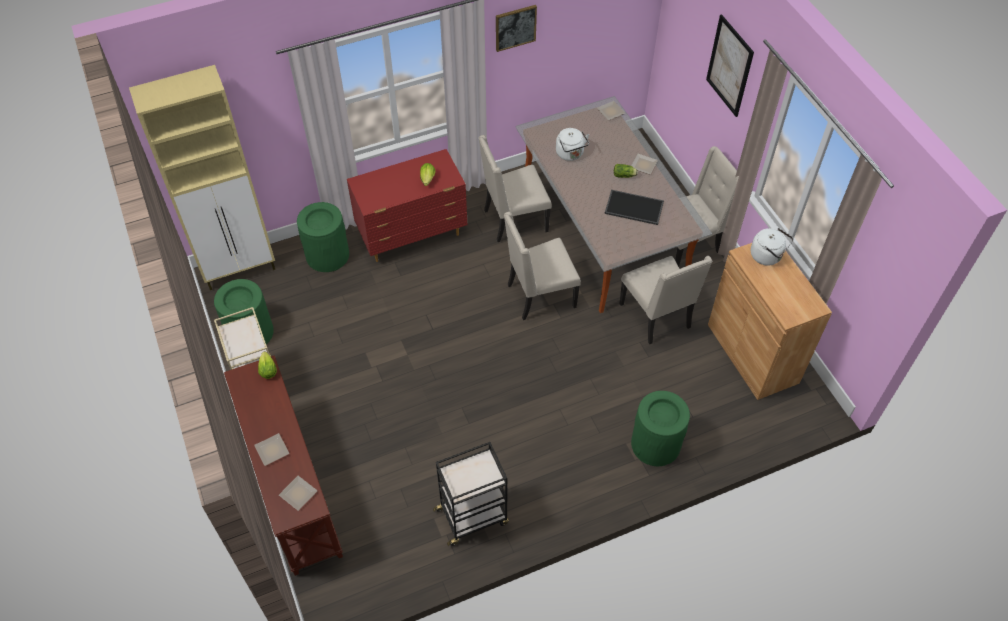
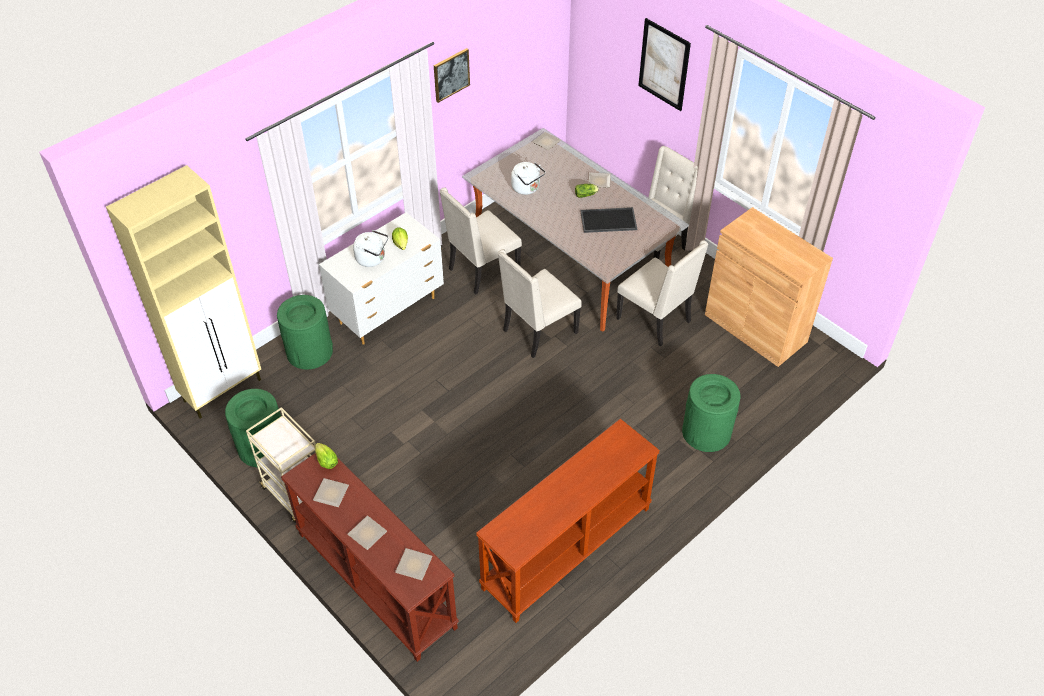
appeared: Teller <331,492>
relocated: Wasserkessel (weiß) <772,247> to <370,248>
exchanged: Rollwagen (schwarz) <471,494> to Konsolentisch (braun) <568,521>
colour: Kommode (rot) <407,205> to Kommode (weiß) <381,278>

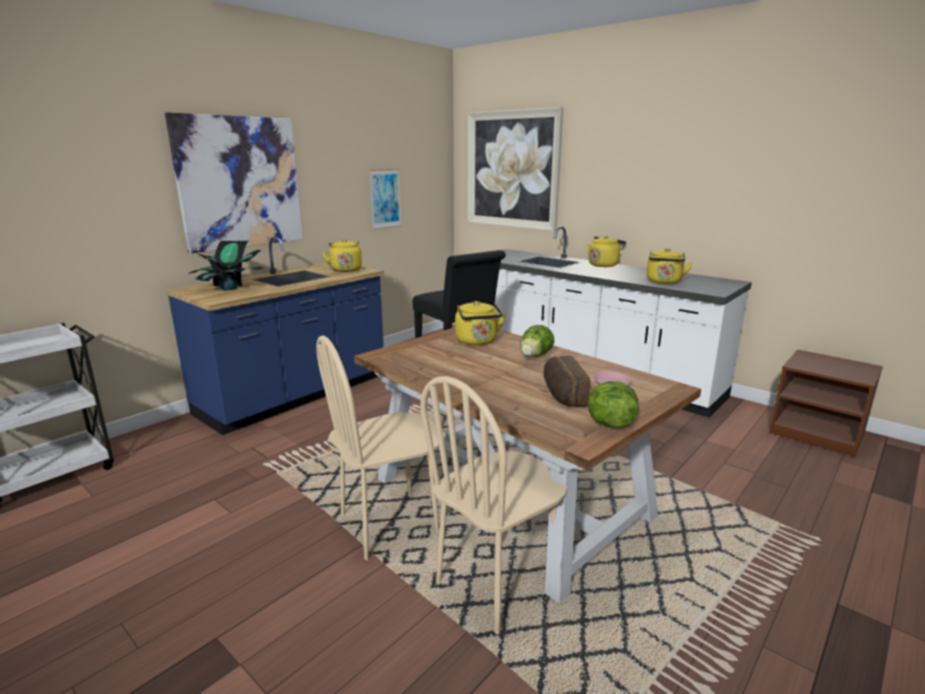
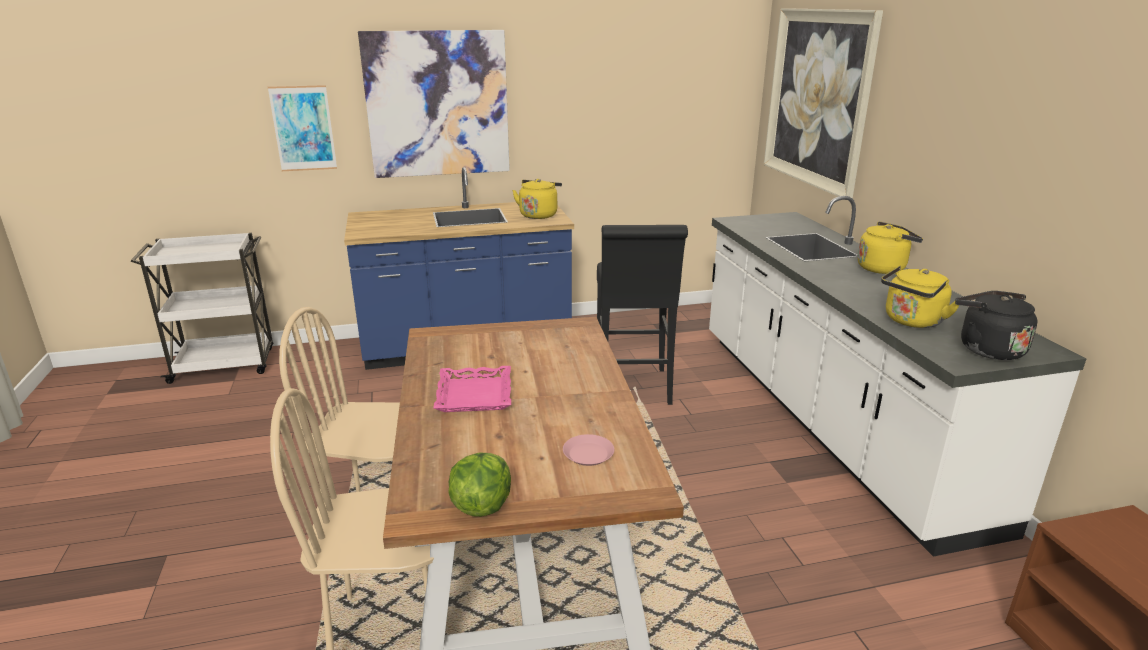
missing: Topfpflanze <226,265>; Wasserkessel (gelb) <480,323>; Salatkopf <537,341>; Brot <567,381>
appeared: Tablett (rosa) <472,389>; Wasserkessel (schwarz) <996,325>
relocated: Bild <385,199> to <302,128>

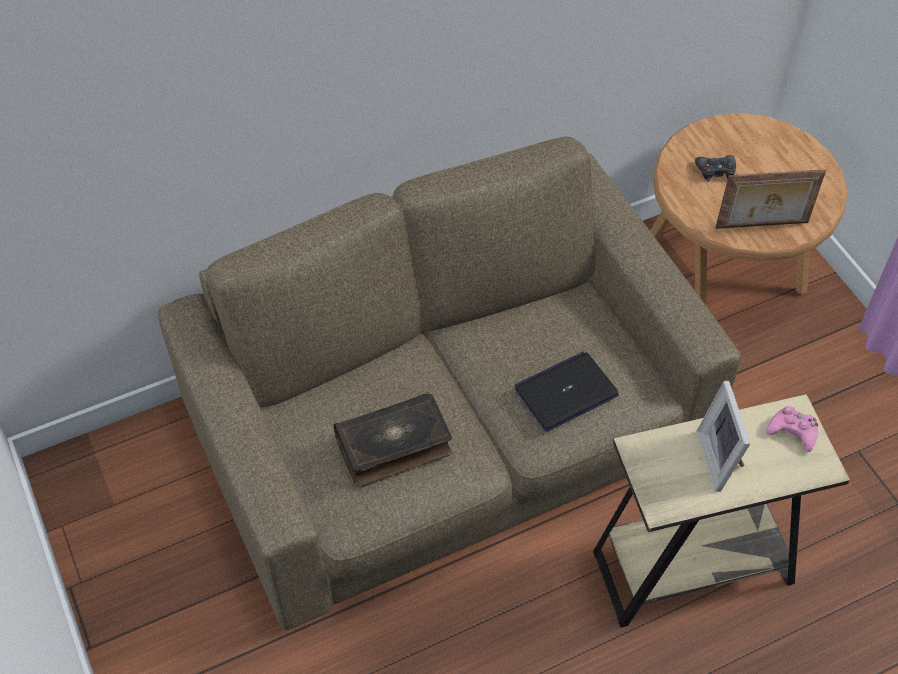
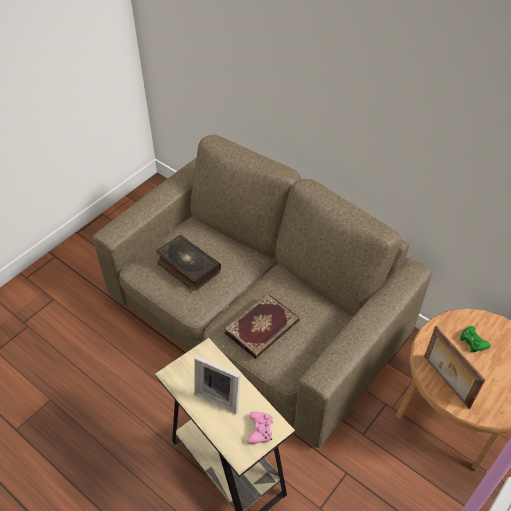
exchanged: Laptop <567,392> to Buch <261,326>
colour: Gamepad (schwarz) <715,168> to Gamepad (grün) <475,339>
spun: Bilderrahmen <723,436> = <217,384> 120 degrees counterclockwise

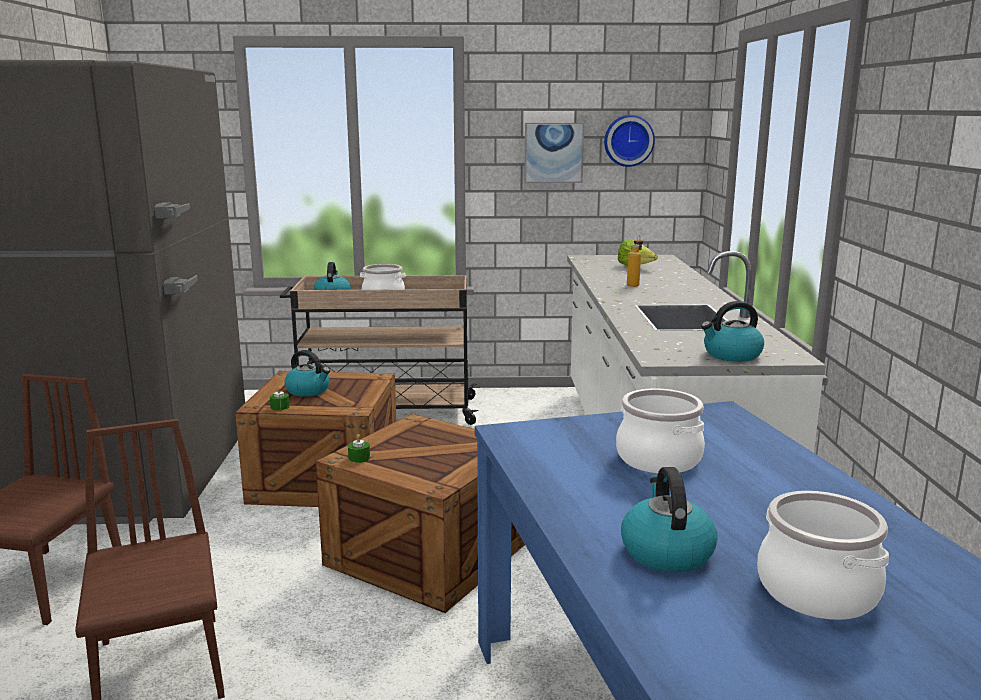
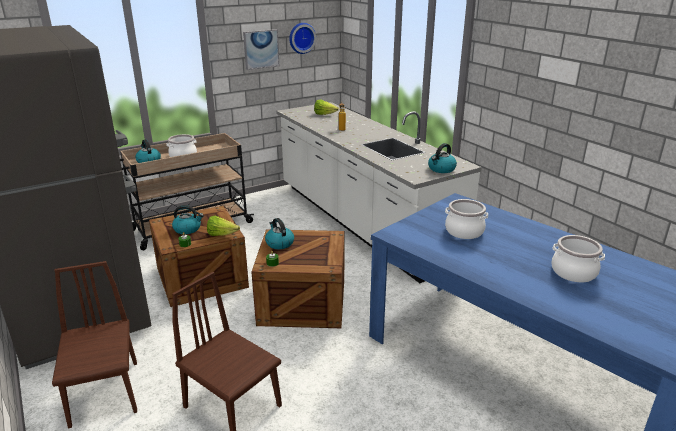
appeared: Salatkopf <223,226>
relocated: Wasserkessel <669,520> to <279,233>

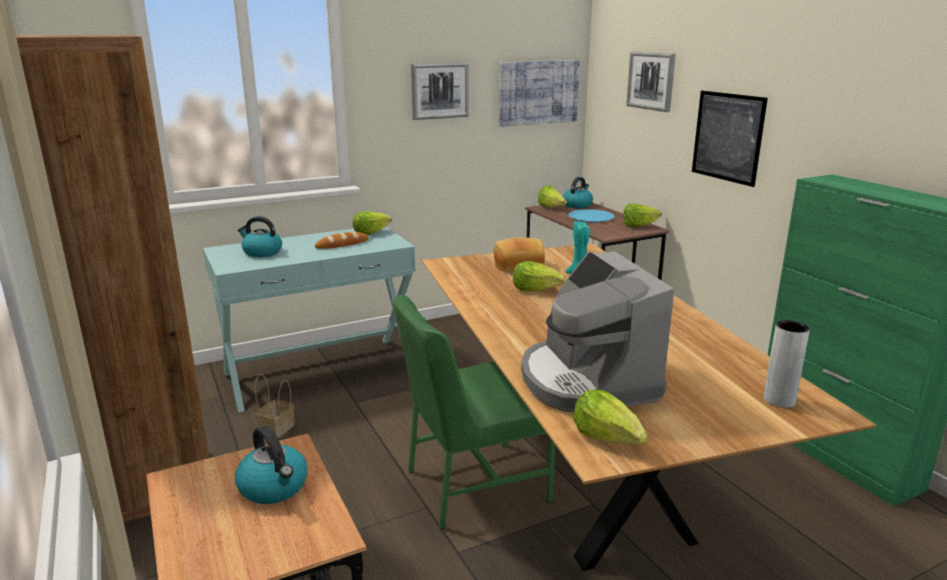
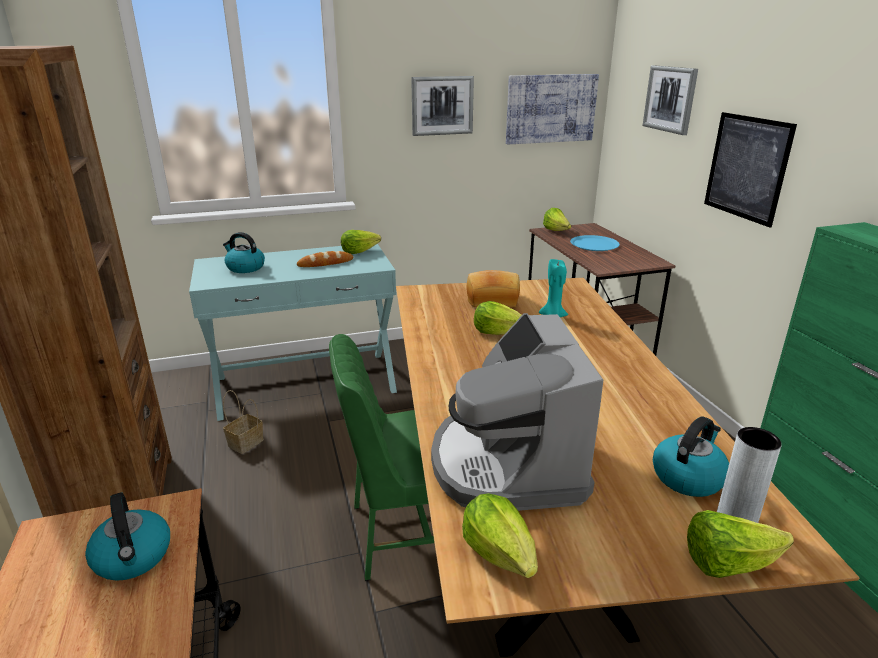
relocated: Wasserkessel <578,192> to <691,457>; Salatkopf <642,215> to <740,544>

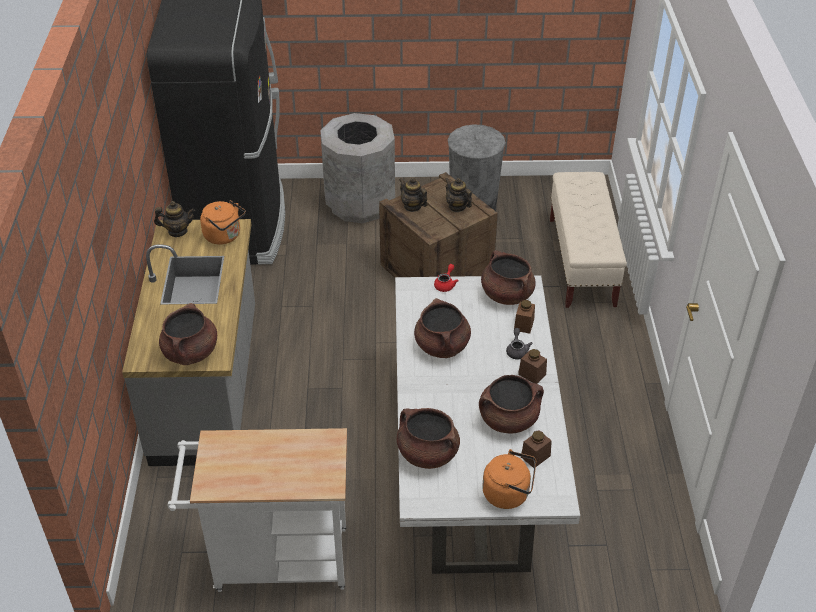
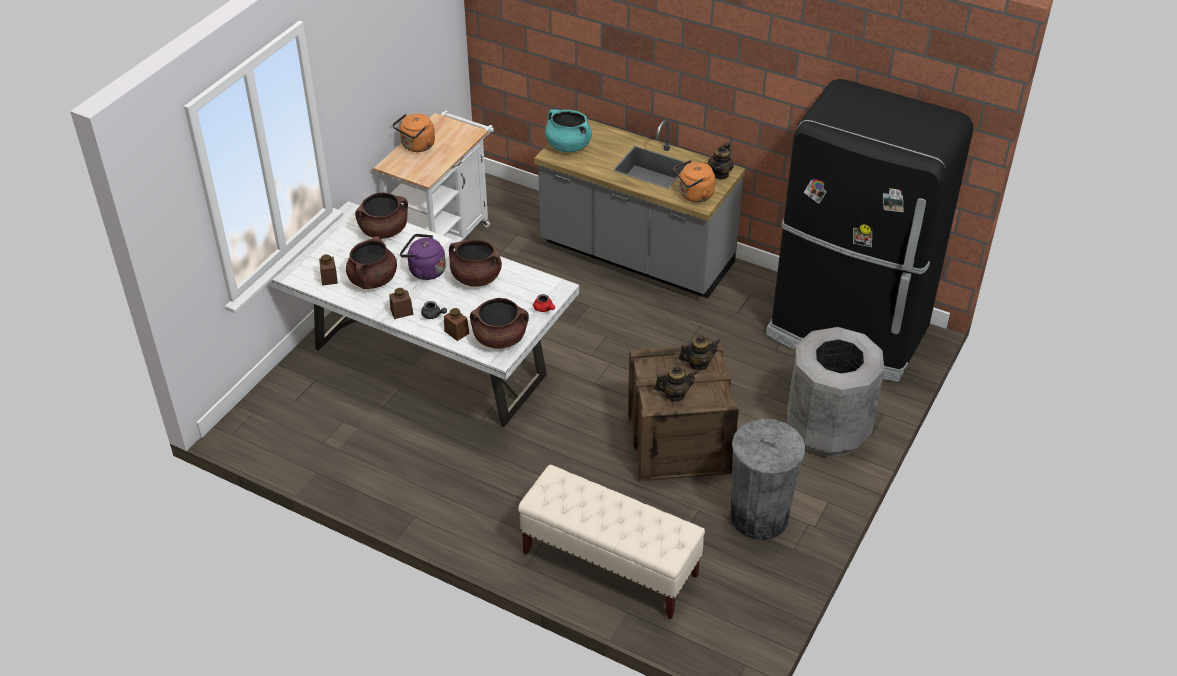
appeared: Wasserkessel (lila) <423,257>
relocated: Wasserkessel (orange) <509,479> to <413,133>
colour: Kochtopf (braun) <188,334> to Kochtopf (türkis) <568,130>

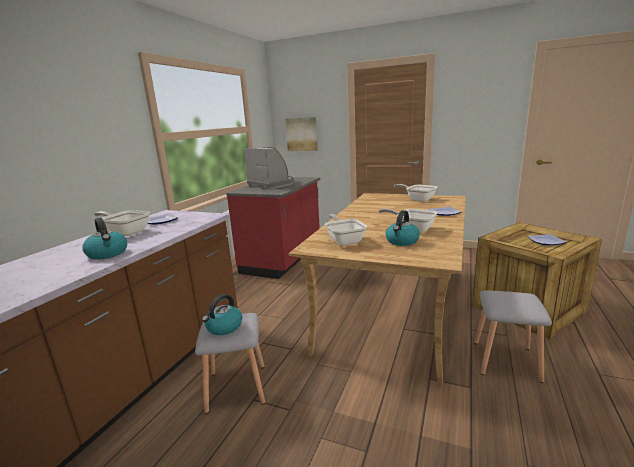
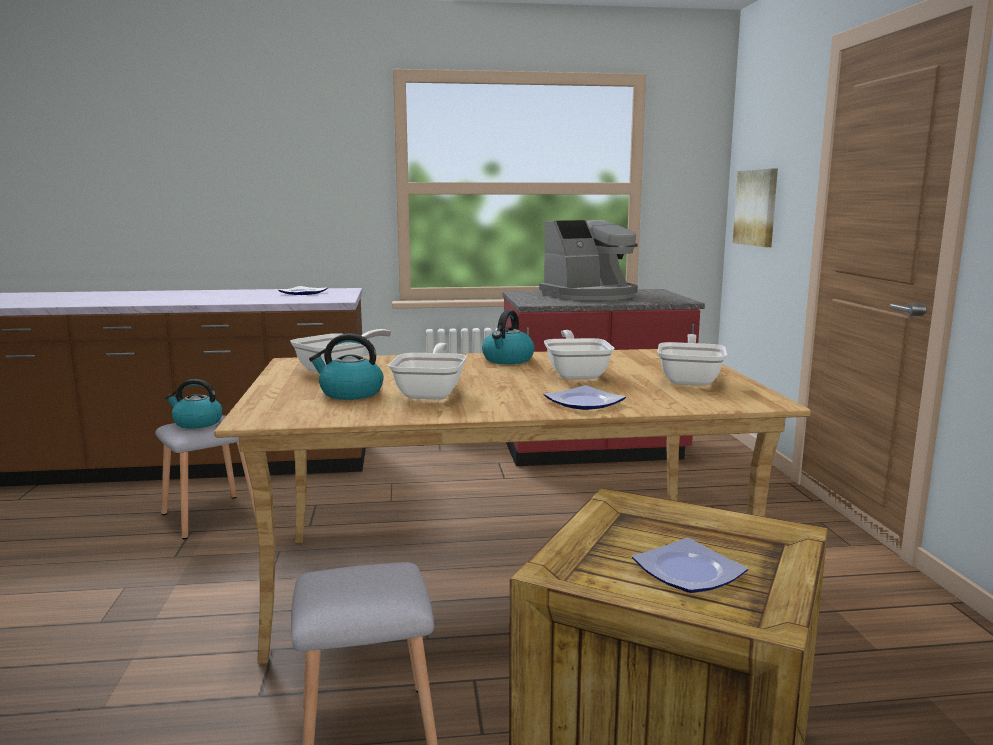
relocated: Wasserkessel <104,239> to <508,337>; Pfanne <122,223> to <579,355>
spun: Kaffeemaschine <269,168> = <588,260> 45 degrees clockwise

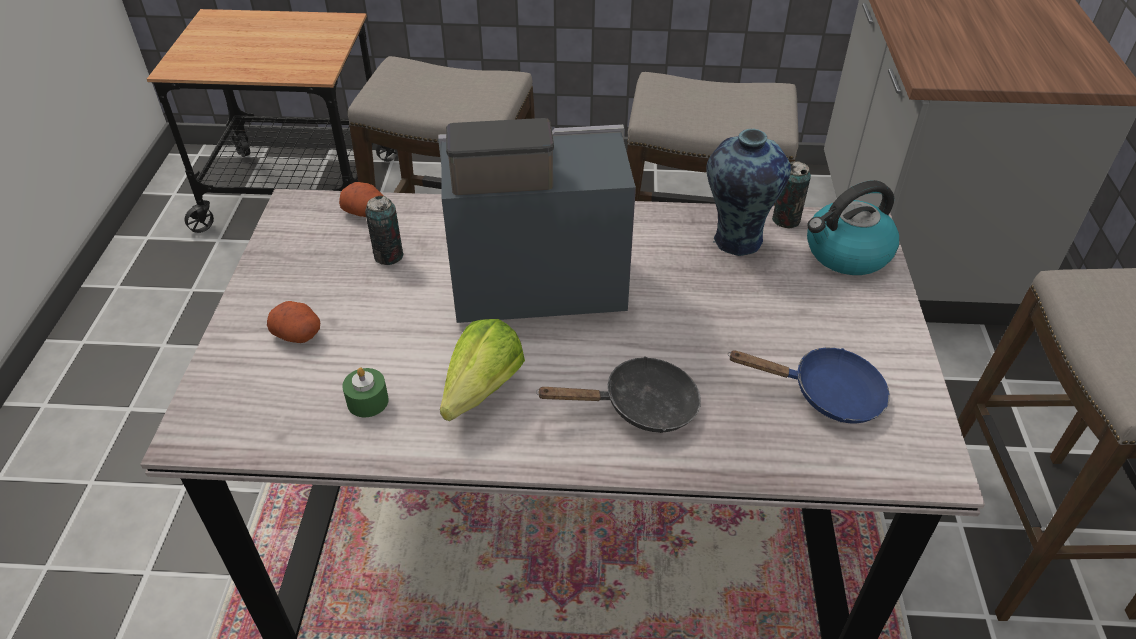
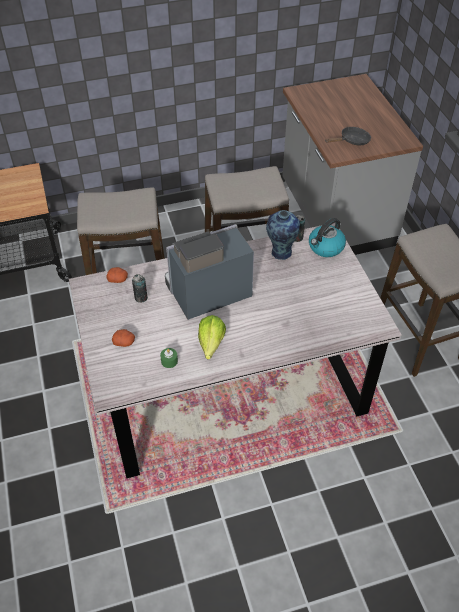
missing: Pfanne (blau) <809,385>
relocated: Pfanne (schwarz) <618,394> to <348,136>

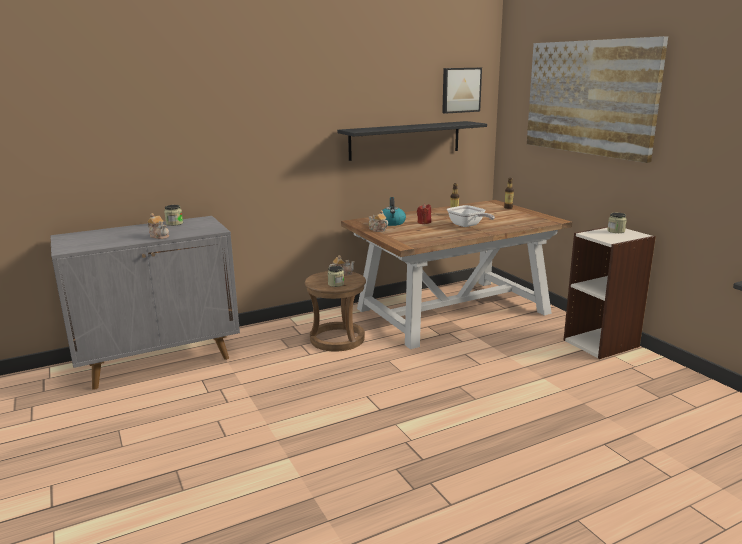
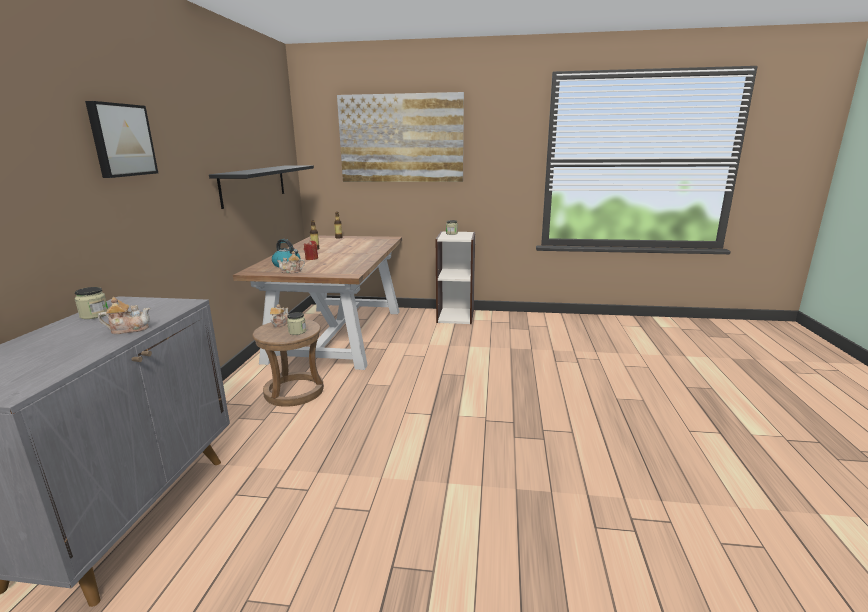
missing: Pfanne <471,216>
relocated: Bild <462,91> to <121,139>

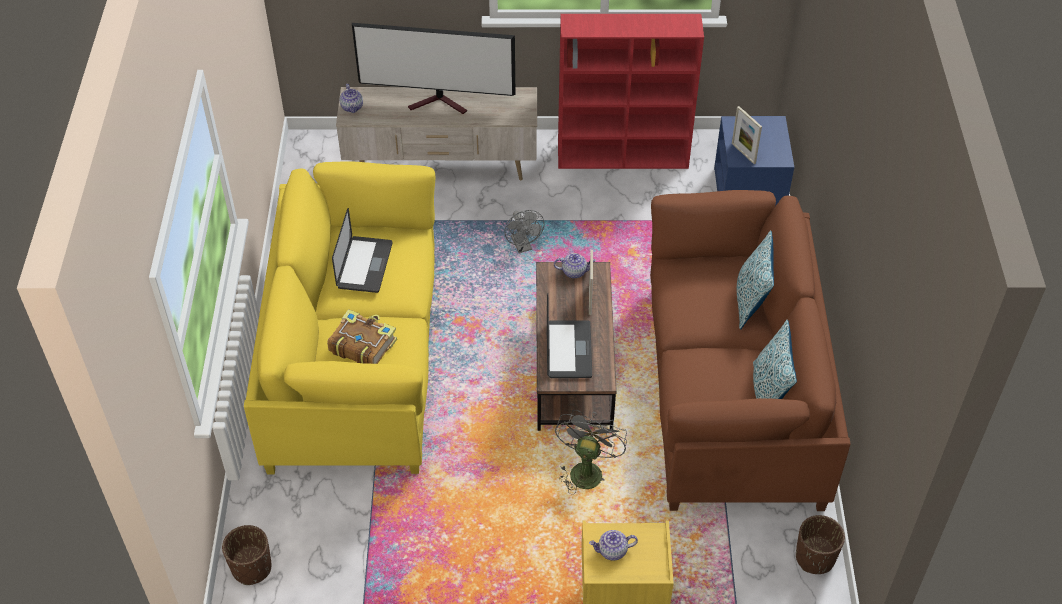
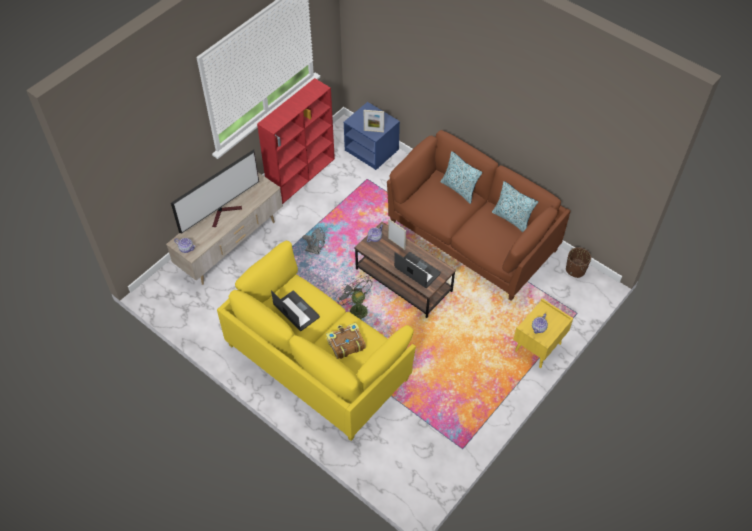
missing: Pflanzkübel (braun) <246,555>
relocated: Ventilator (grau) <591,452> to <354,297>

